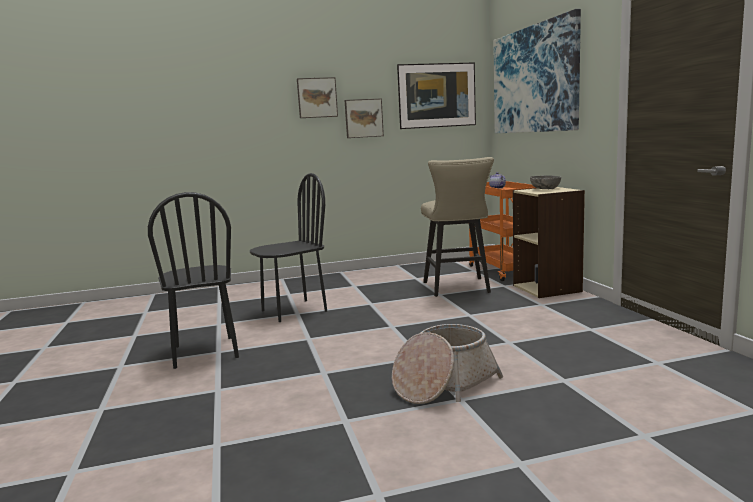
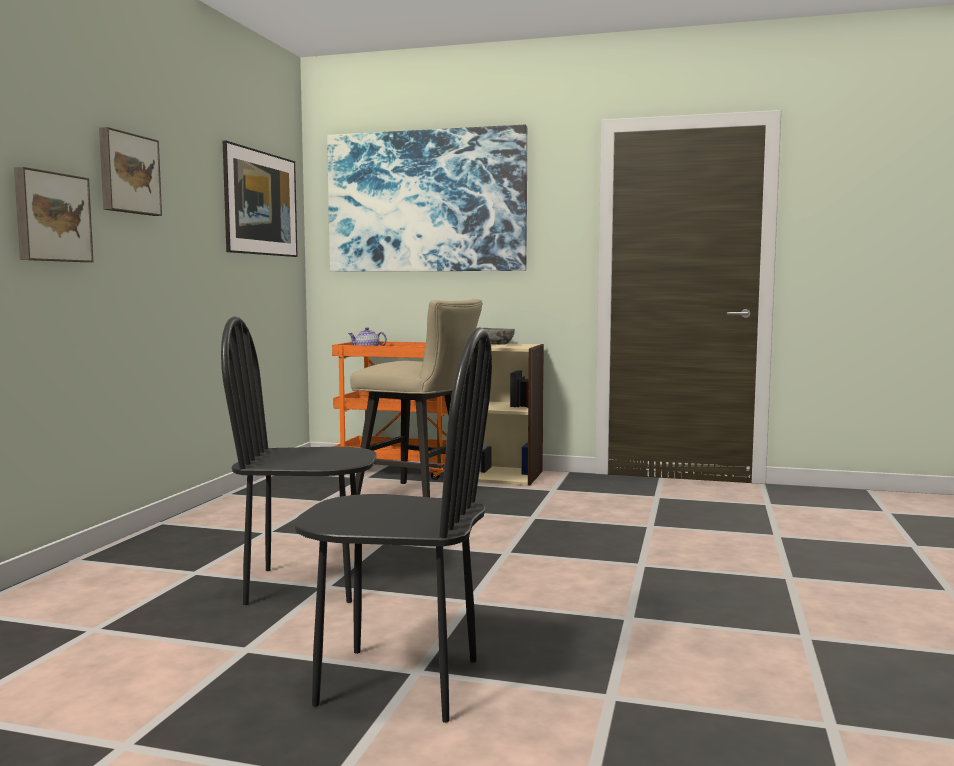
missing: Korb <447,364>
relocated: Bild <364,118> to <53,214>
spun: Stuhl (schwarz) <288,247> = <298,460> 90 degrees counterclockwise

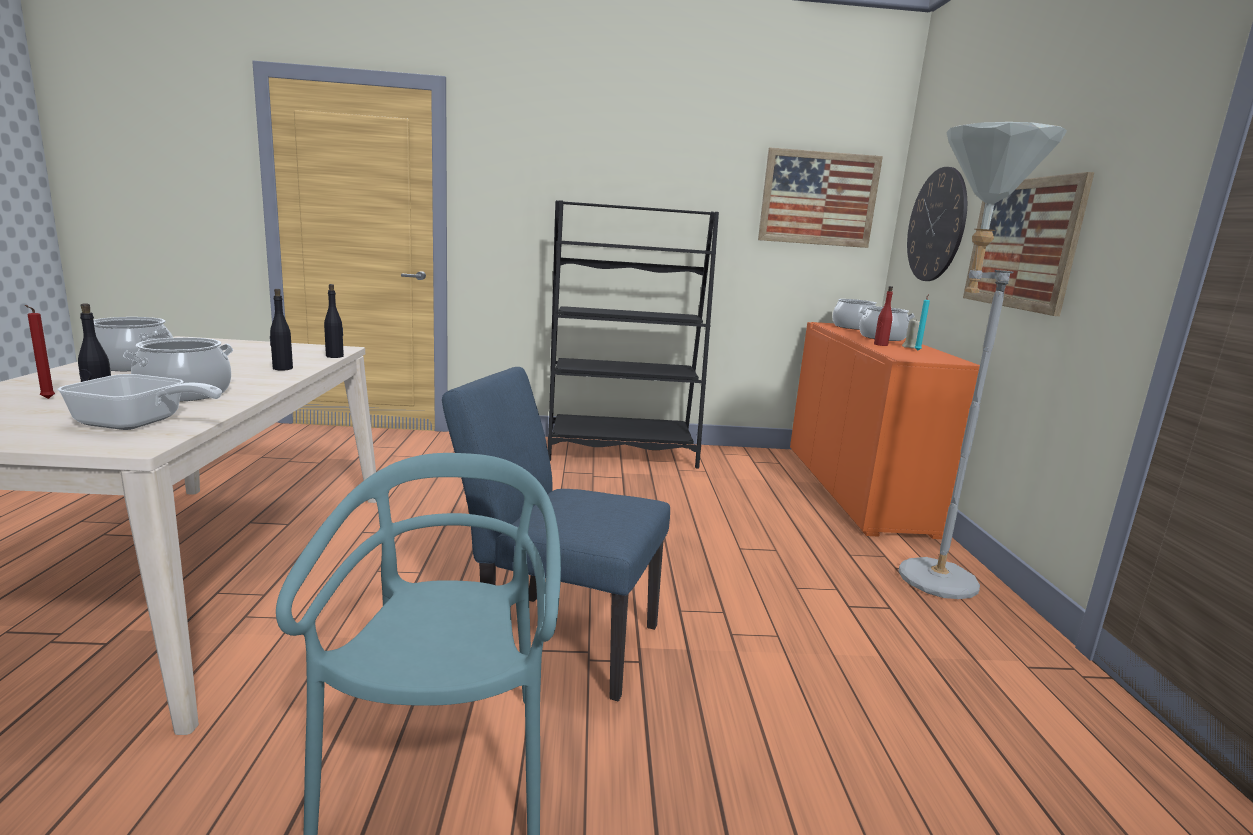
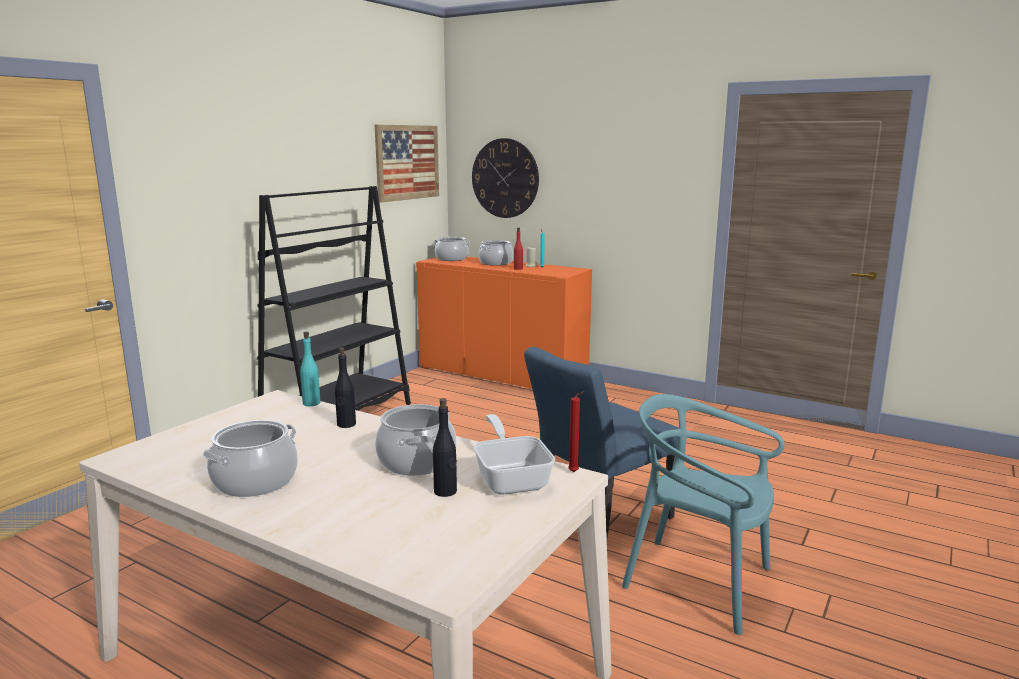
missing: Stehlampe (grau) <983,360>; Bild <1028,244>
relocated: Kerze (rot) <40,352> to <576,431>
colour: Flasche (schwarz) <334,321> to Flasche (türkis) <310,369>
spun: Pfanne <139,402> = <515,454> 60 degrees counterclockwise

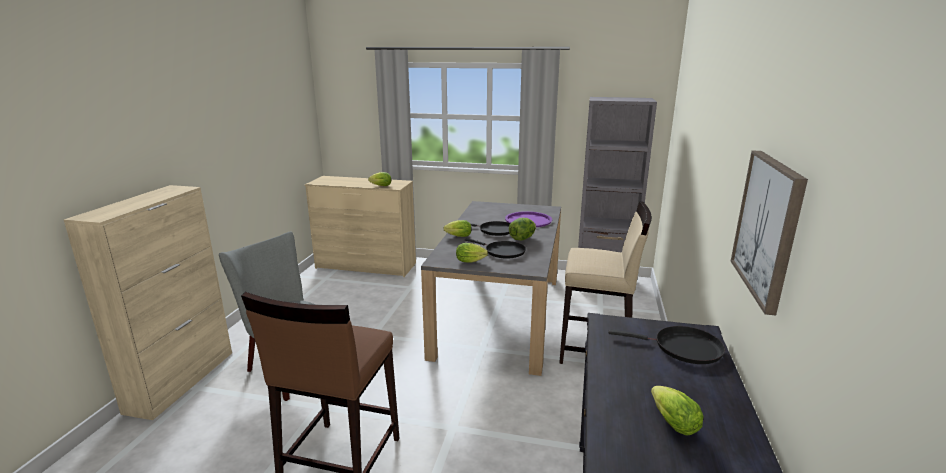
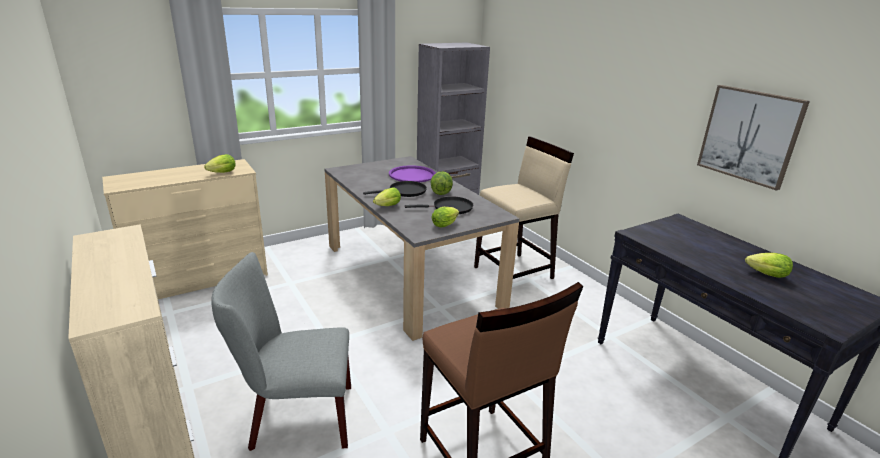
missing: Pfanne (schwarz) <667,345>

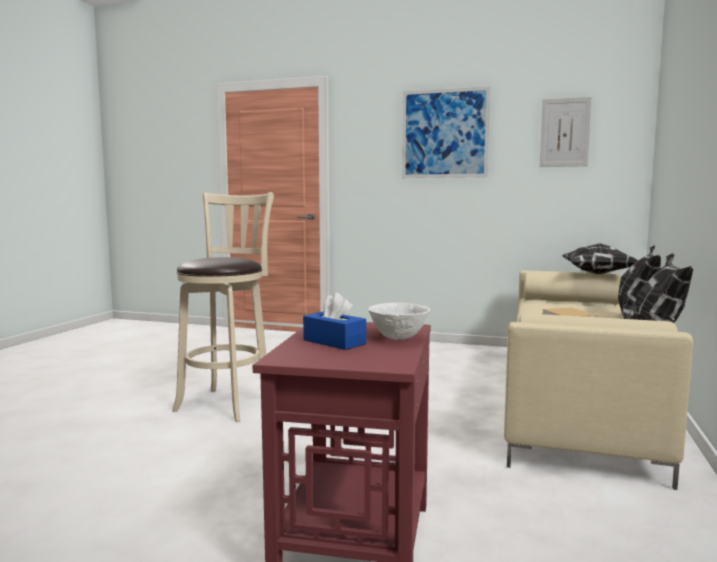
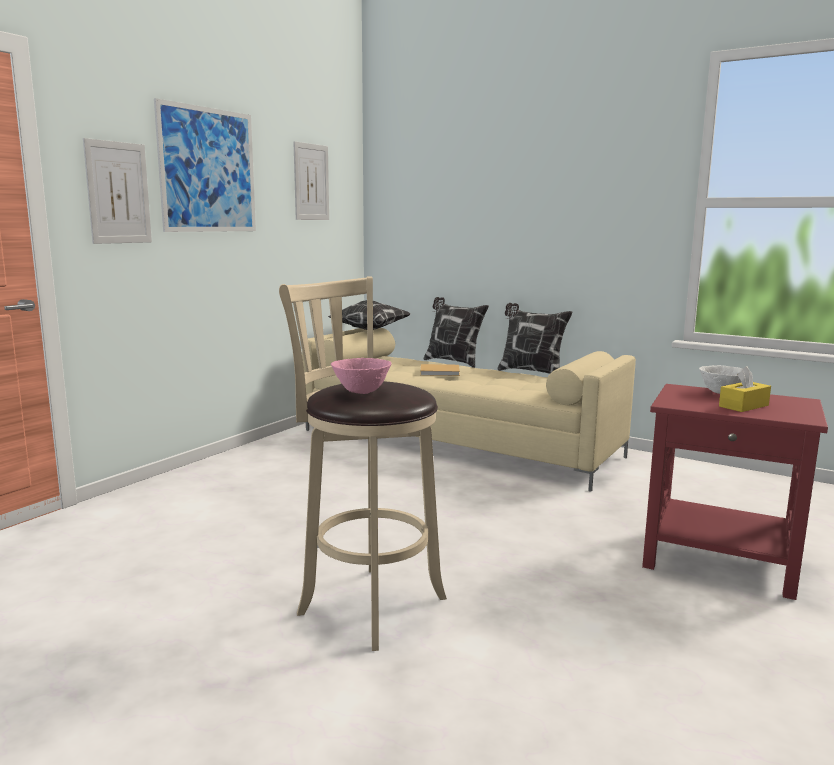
appeared: Bild <117,191>; Schüssel (rosa) <361,376>
colour: Taschentuchbox (blau) <334,321> to Taschentuchbox (gelb) <745,389>

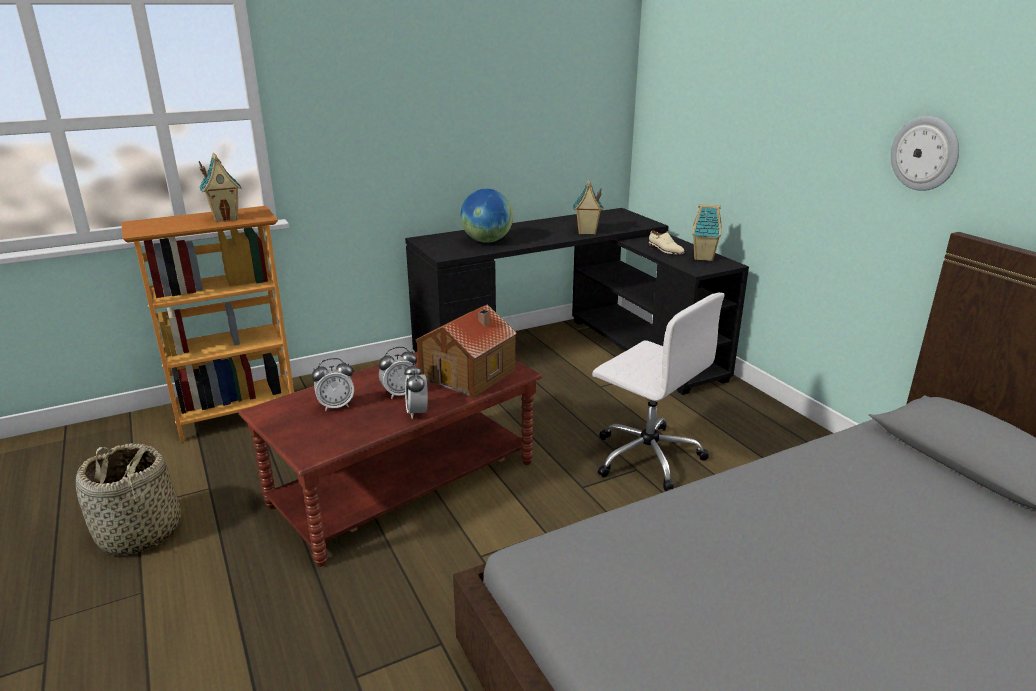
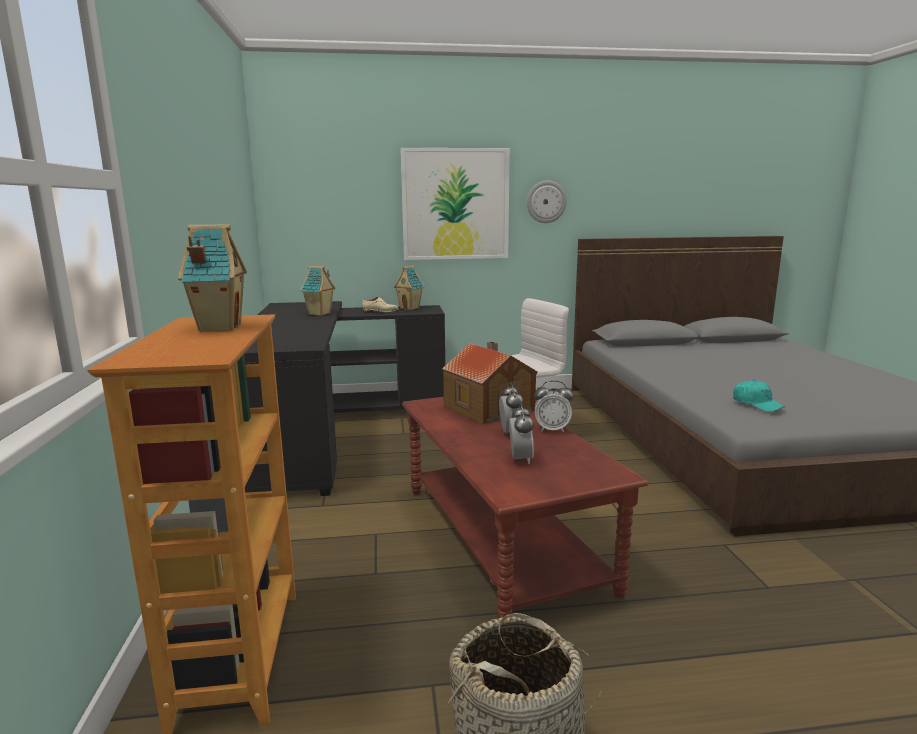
missing: Globus <486,216>
appeared: Bild <455,204>; Kappe (türkis) <759,396>

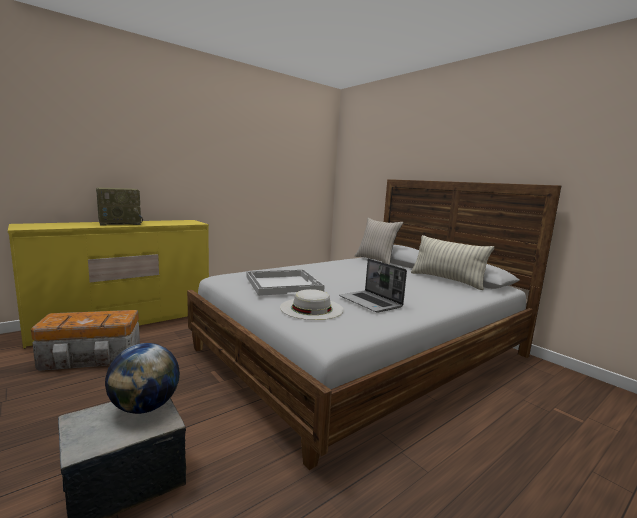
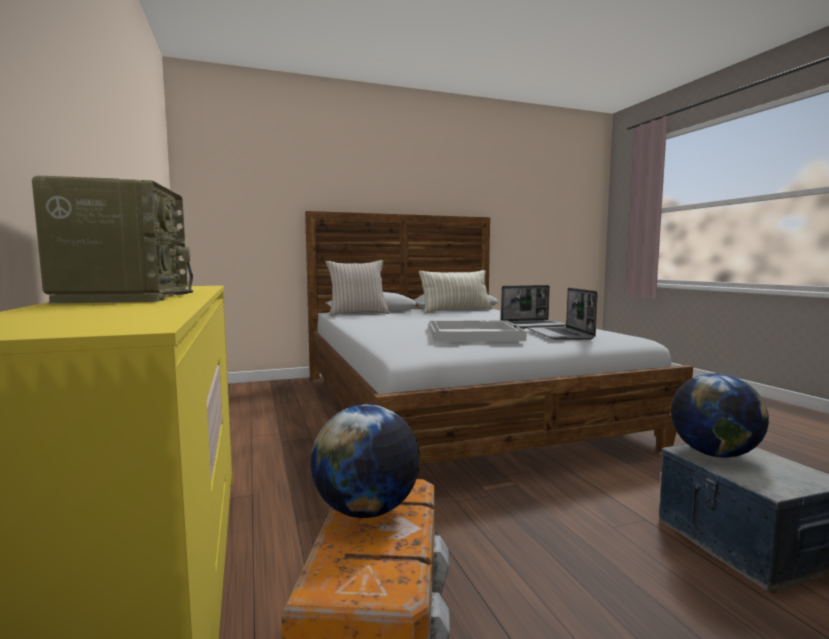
appeared: Globus <365,461>
exchanged: Hut (weiß) <312,304> to Laptop <562,314>

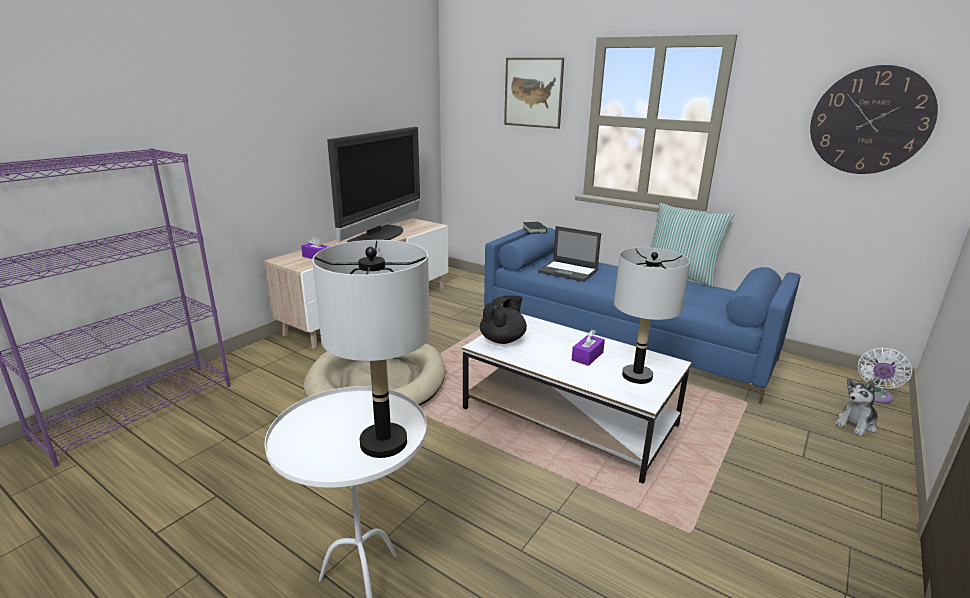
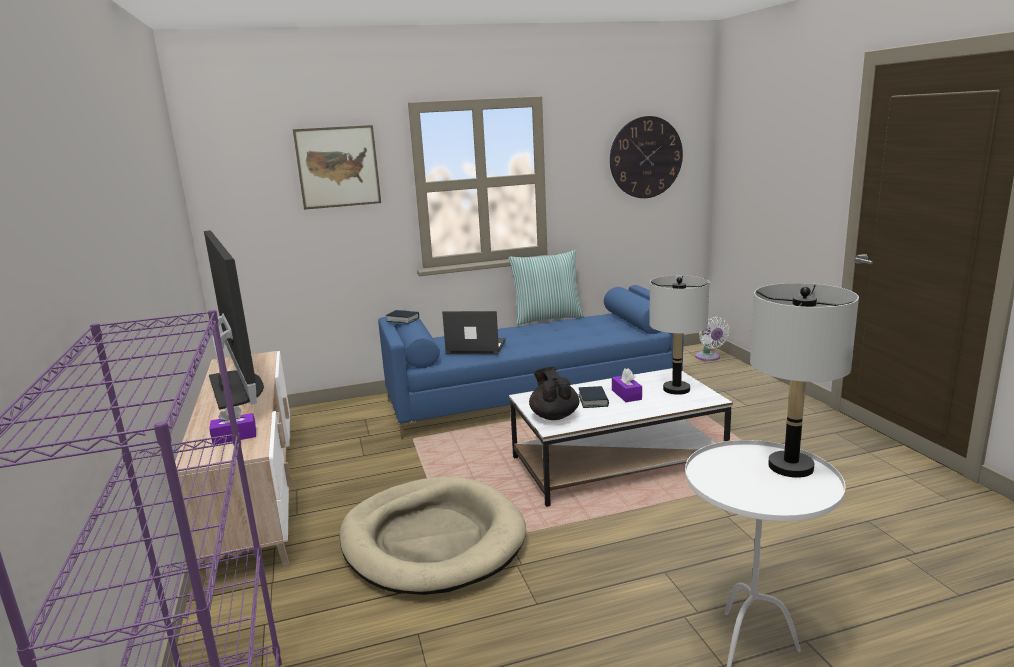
missing: Plüschtier <856,407>
appeared: Buch <593,397>
spun: Laptop <569,254> = <474,332> 150 degrees counterclockwise

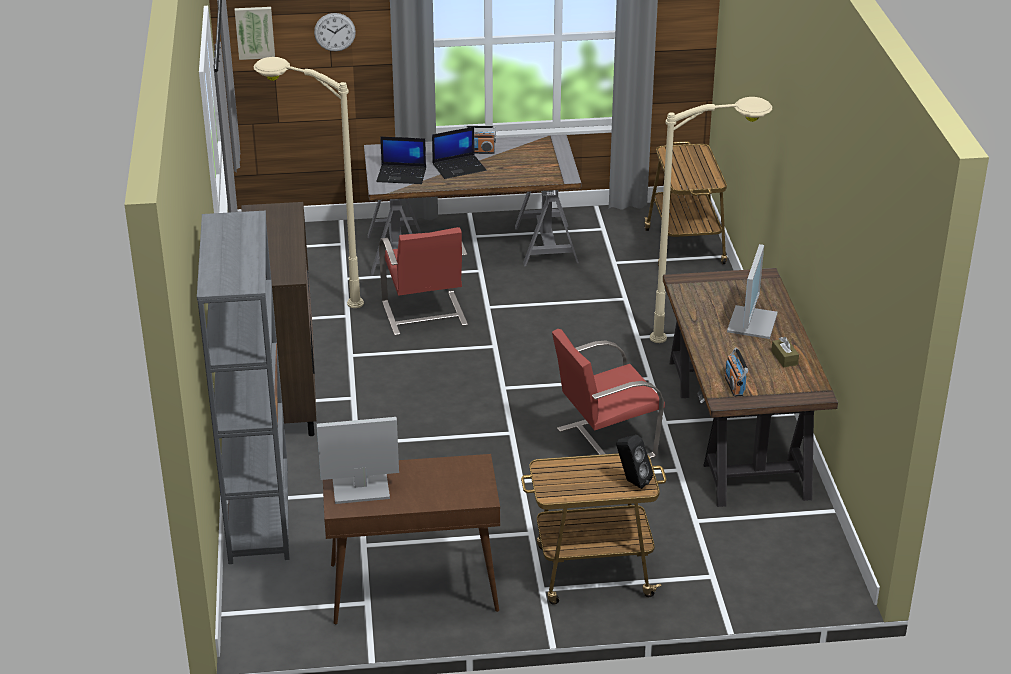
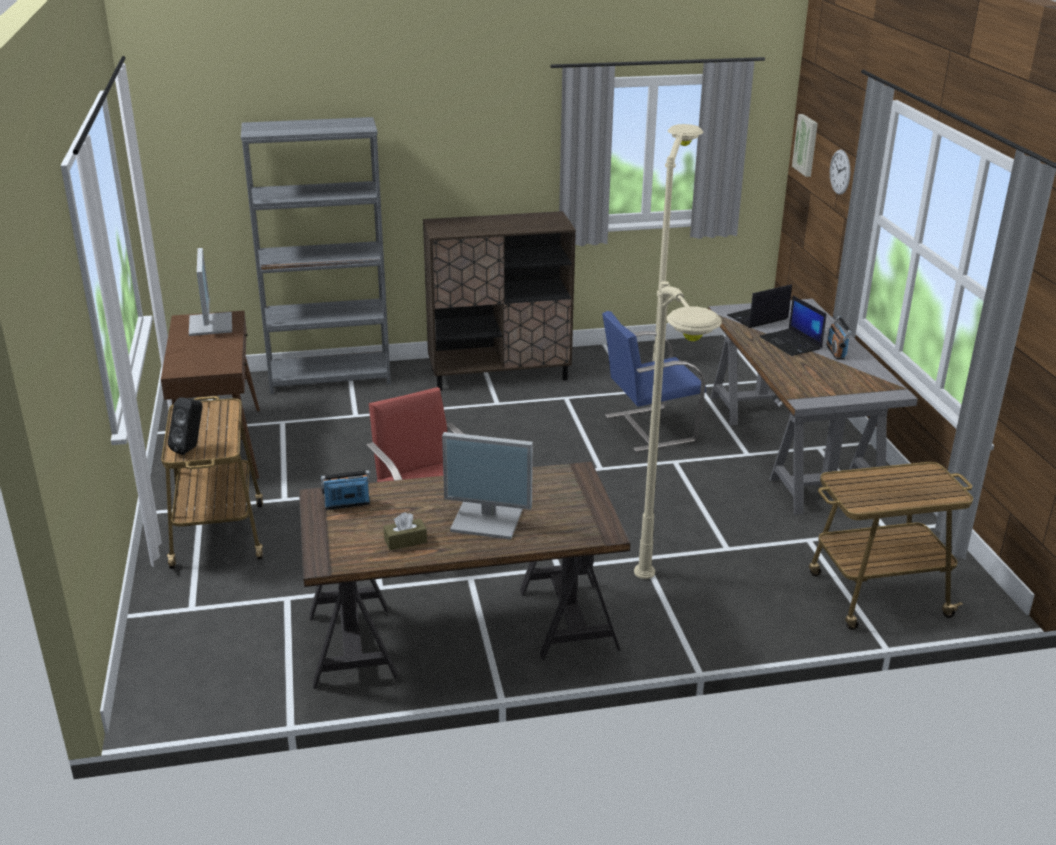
colour: Stuhl (rot) <423,281> to Stuhl (blau) <654,381>
spun: Laptop <401,160> = <759,306> 60 degrees clockwise

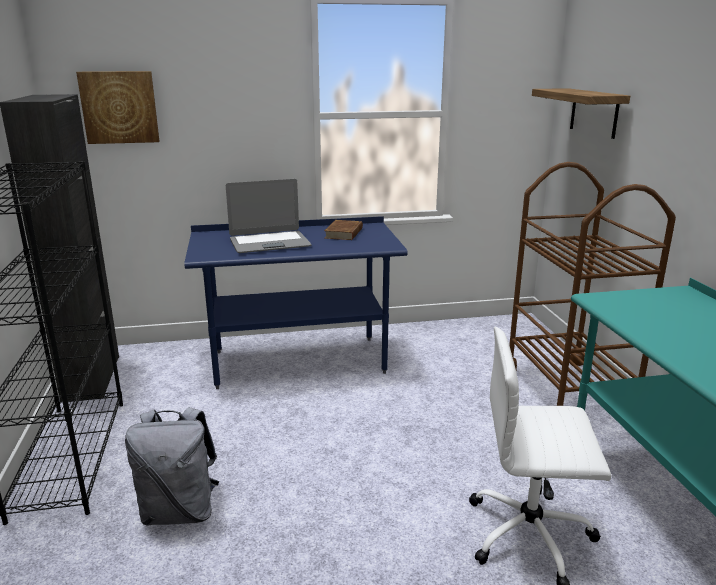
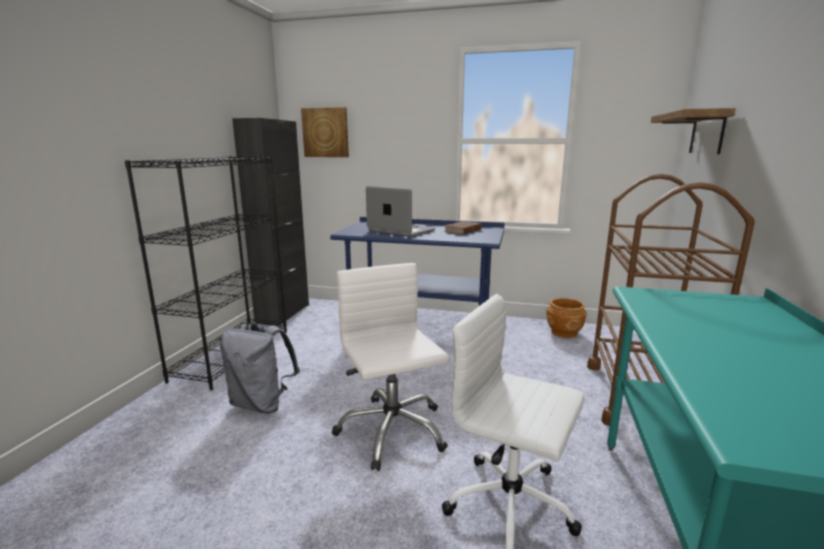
appeared: Bürostuhl (weiß) <390,367>; Pflanzkübel (braun) <566,318>
spun: Laptop <268,216> = <400,211> 150 degrees counterclockwise

